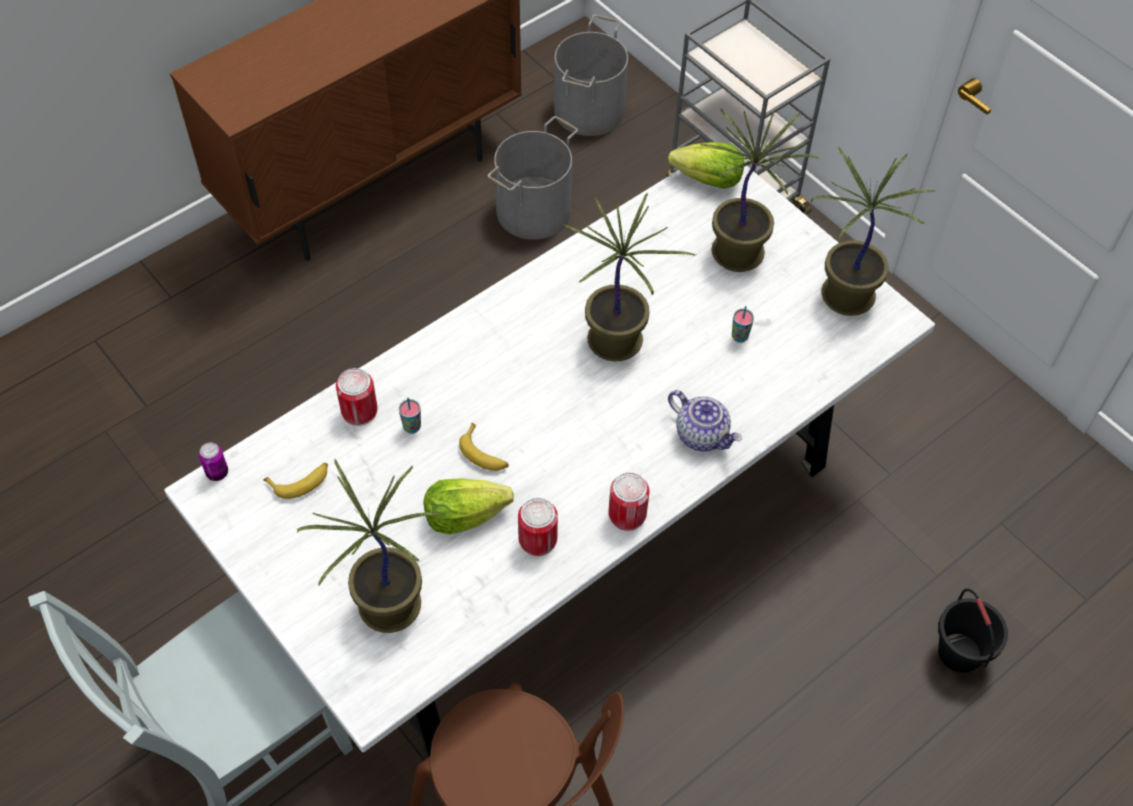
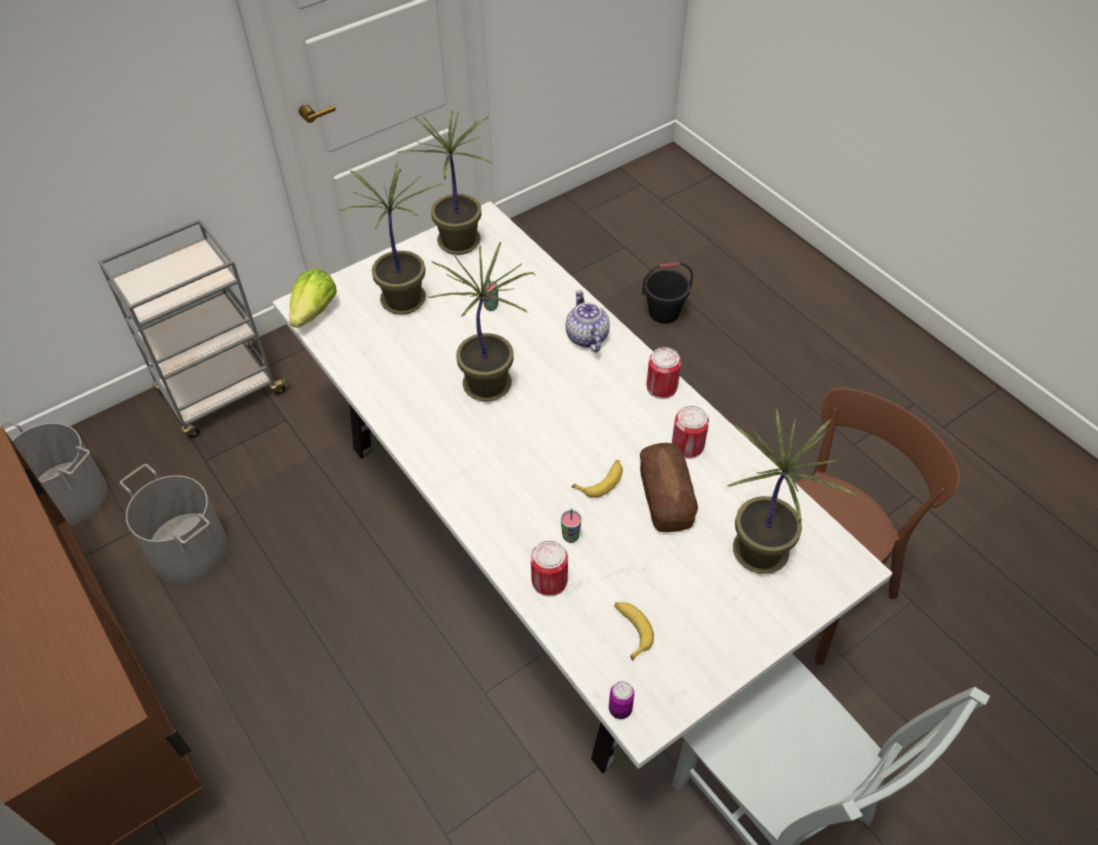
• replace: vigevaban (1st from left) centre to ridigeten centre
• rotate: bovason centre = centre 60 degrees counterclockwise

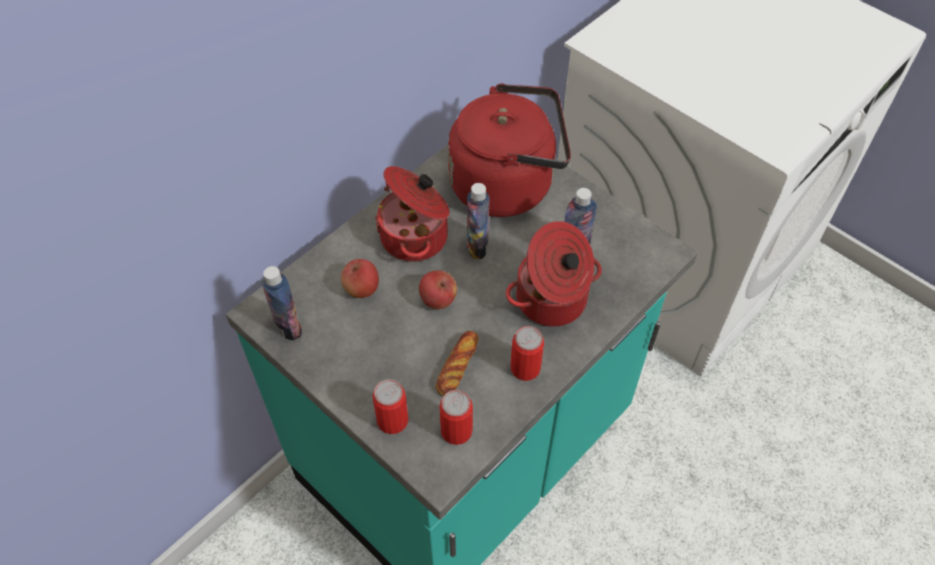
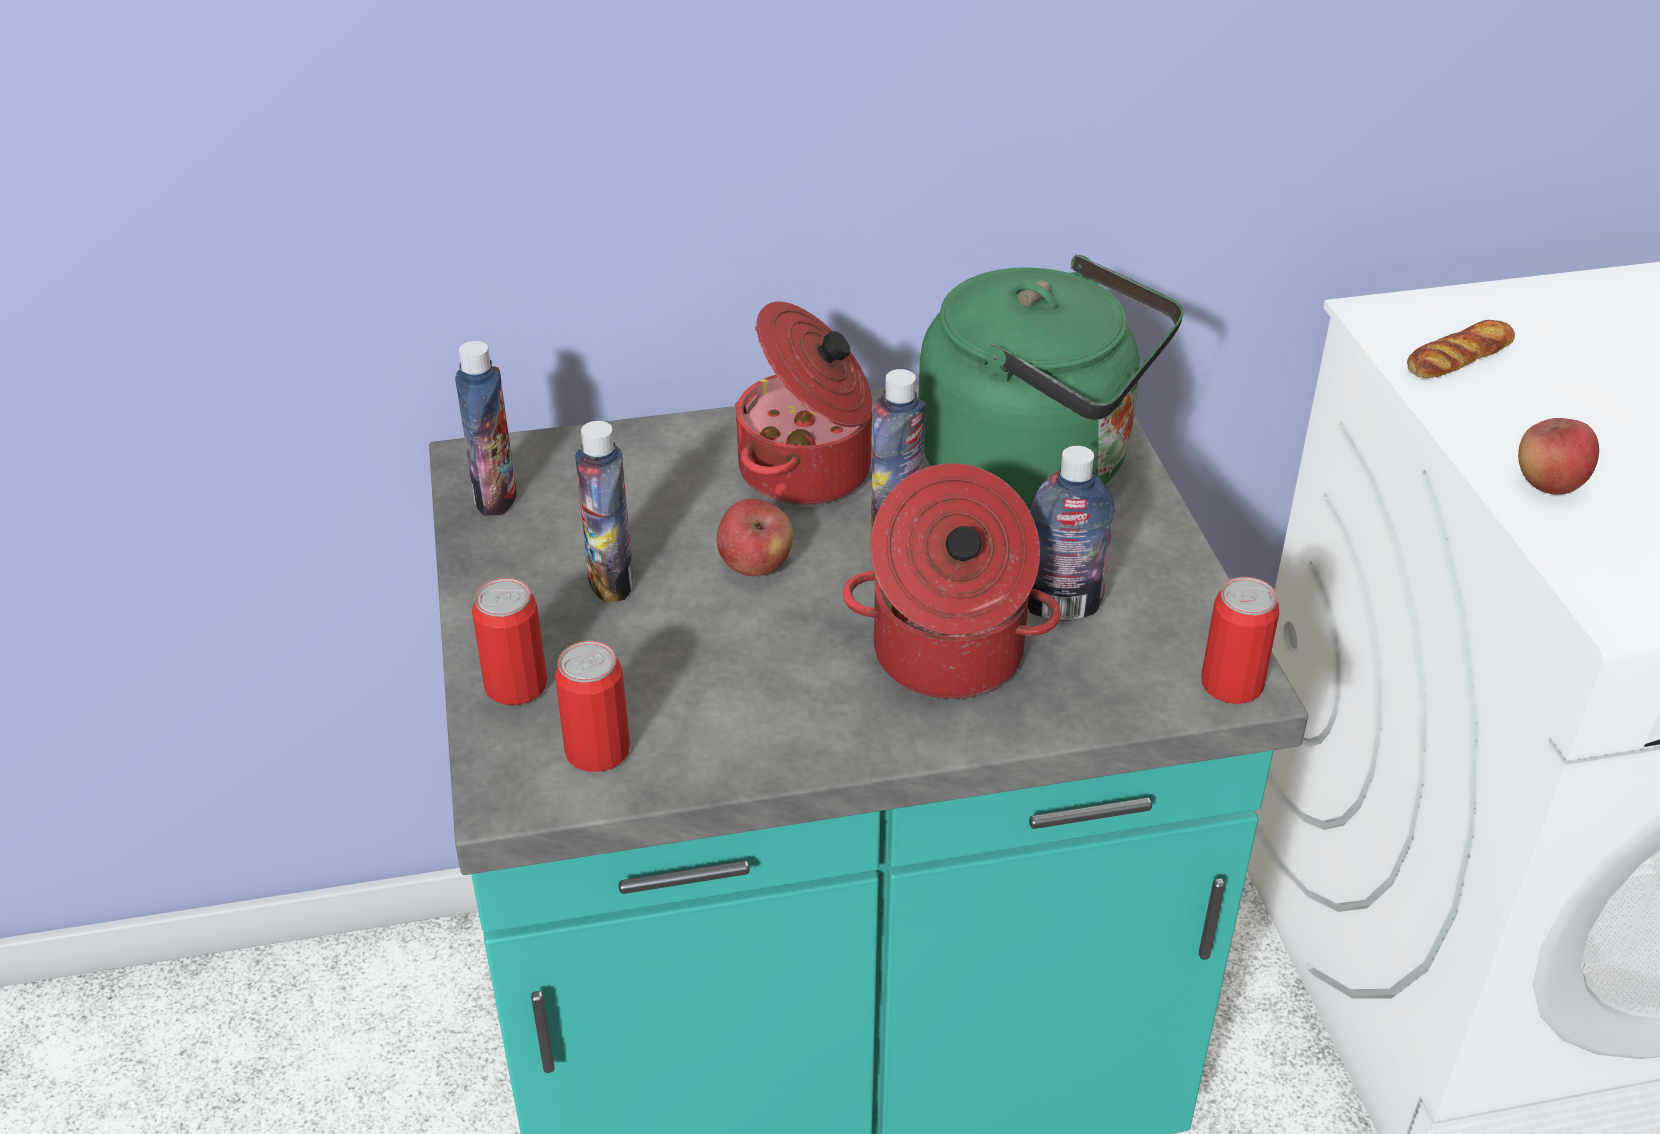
• insert: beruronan (2nd from left) centre
• move: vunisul (1st from left in the first image) centre to vunisul (2nd from left) middle right
• move: ridigeten centre to top right
• move: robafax (3rd from left) centre to middle right
• recolor: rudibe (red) top centre to rudibe (green) centre

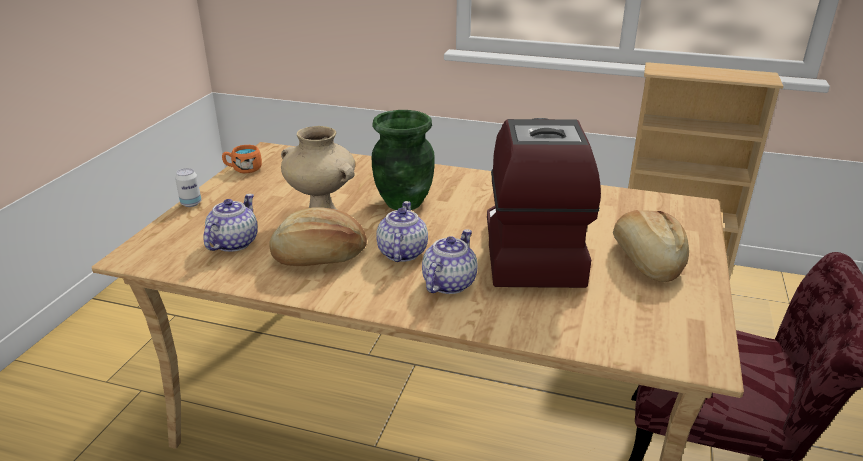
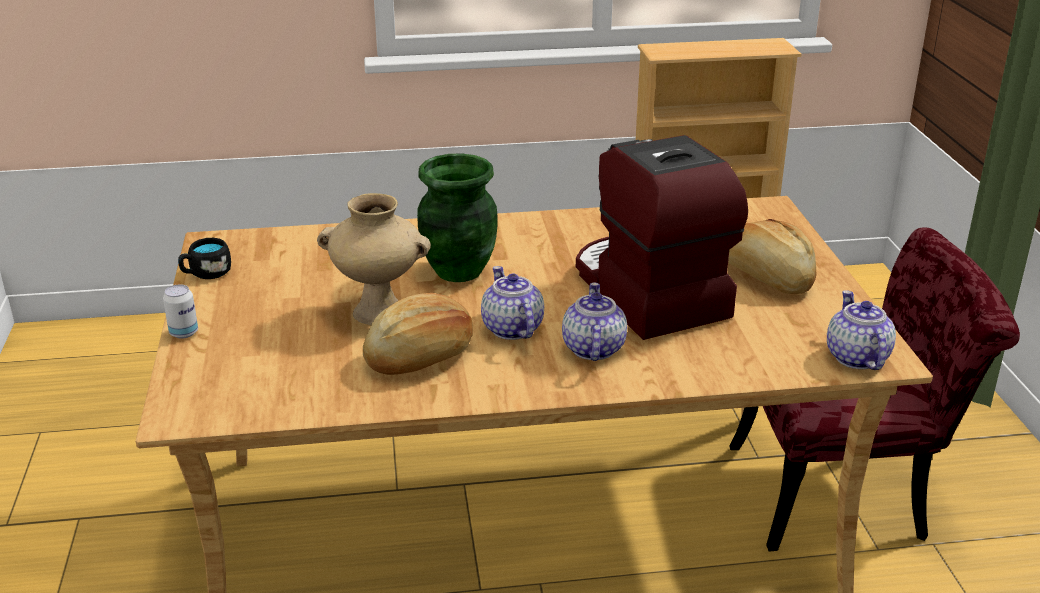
• move: bovason (1st from left in the first image) middle left to bovason (3rd from left) middle right
• recolor: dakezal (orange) middle left to dakezal (black) middle left

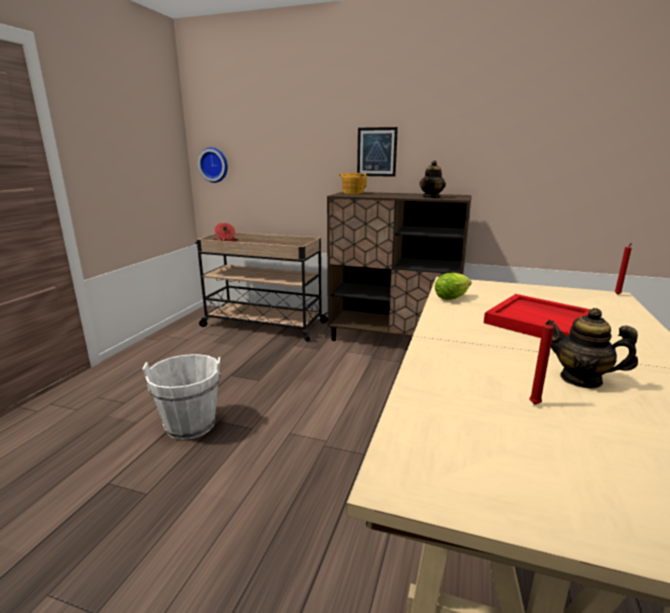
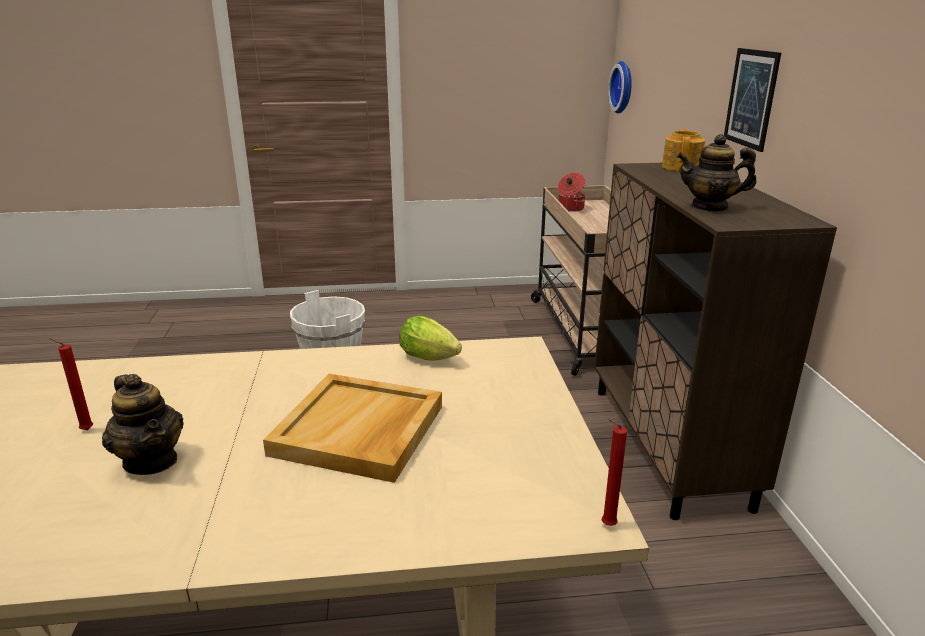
• recolor: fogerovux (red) middle right to fogerovux (beige) bottom centre
• rotate: bovason (3rd from left in the first image) middle right = bottom left 135 degrees clockwise

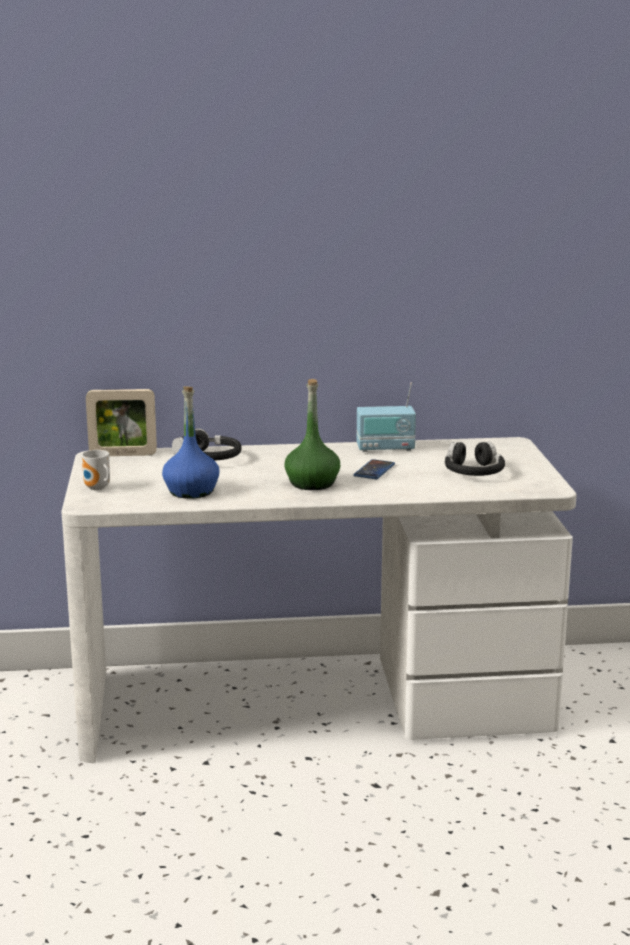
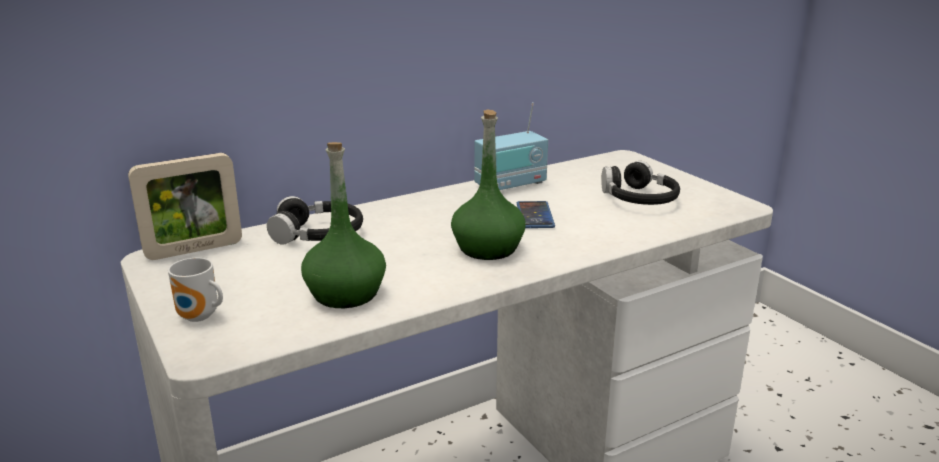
• recolor: beruronan (blue) middle left to beruronan (green) (1st from left) centre

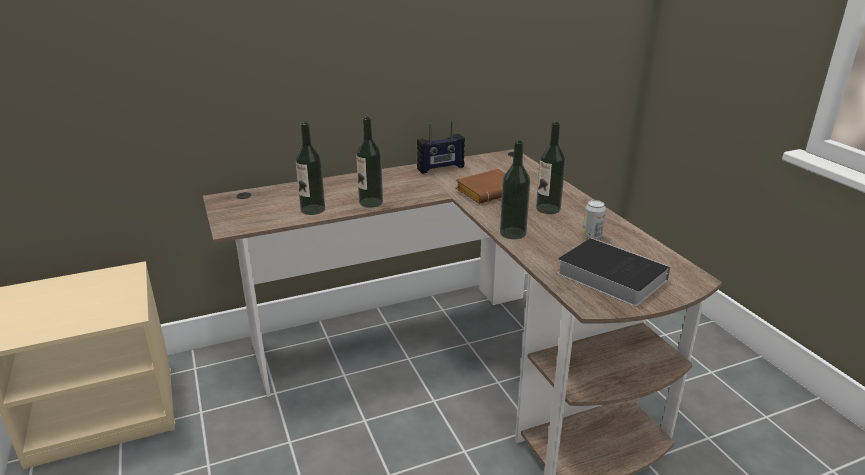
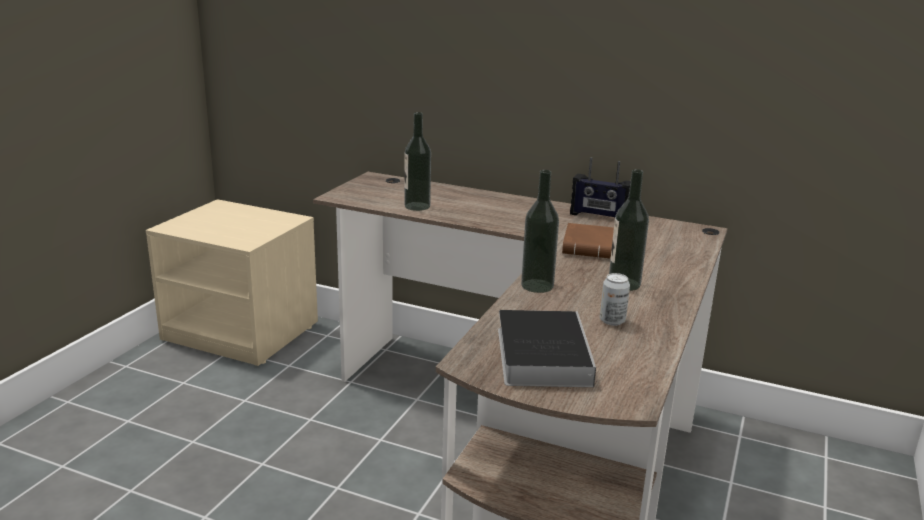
• delete: beruronan (2nd from left) centre

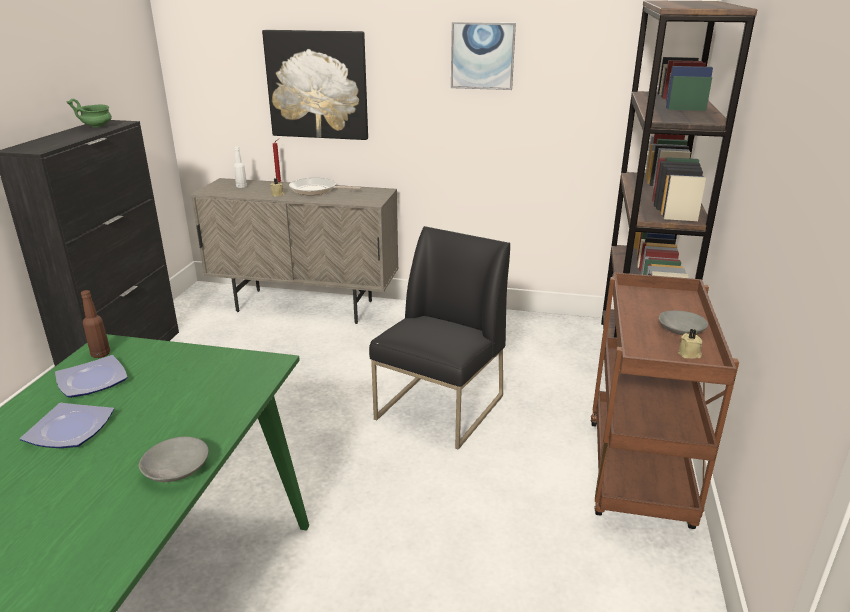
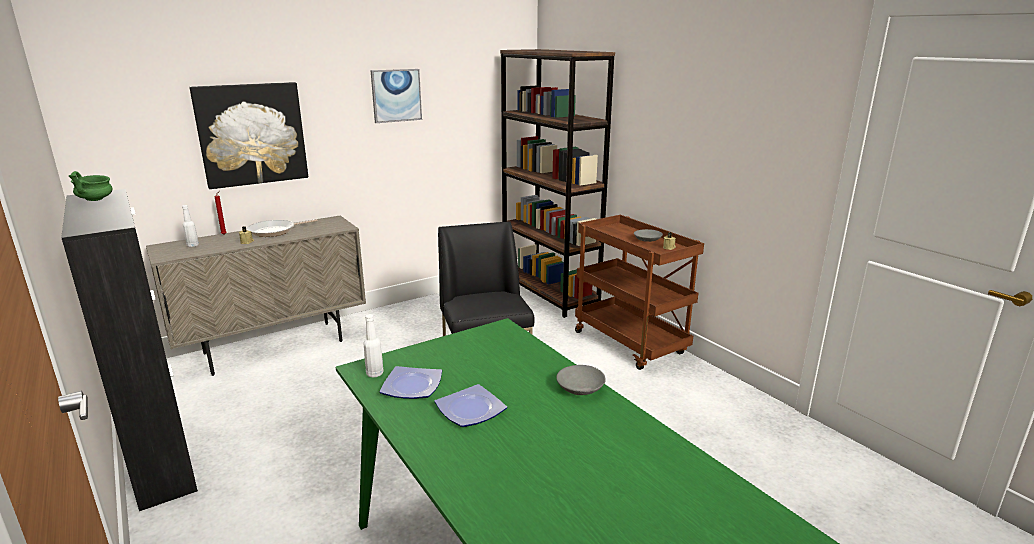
• recolor: beruronan (brown) middle left to beruronan (white) (2nd from left) centre

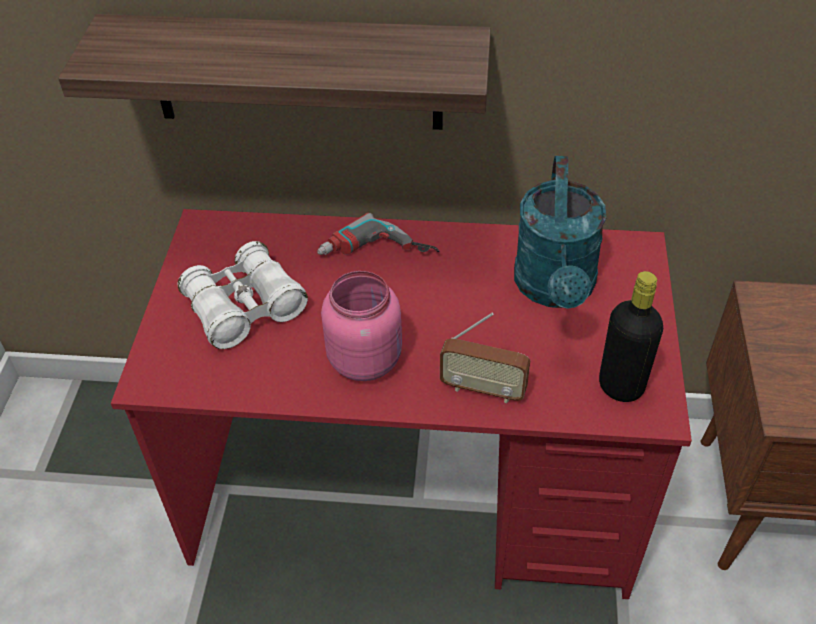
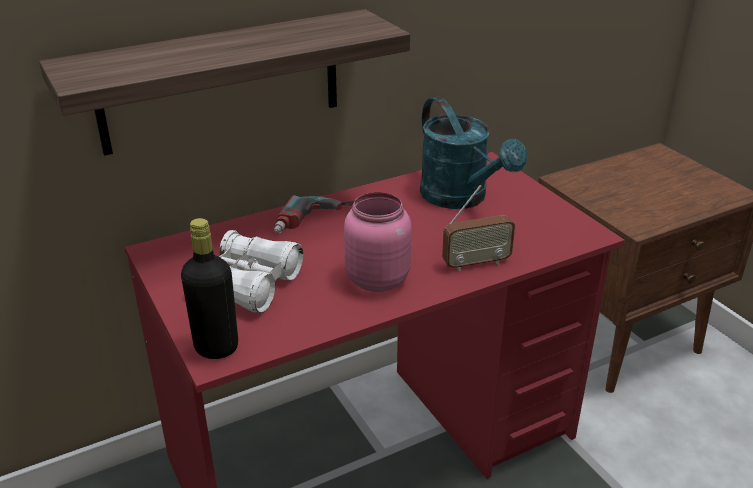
• move: beruronan (black) middle right to middle left

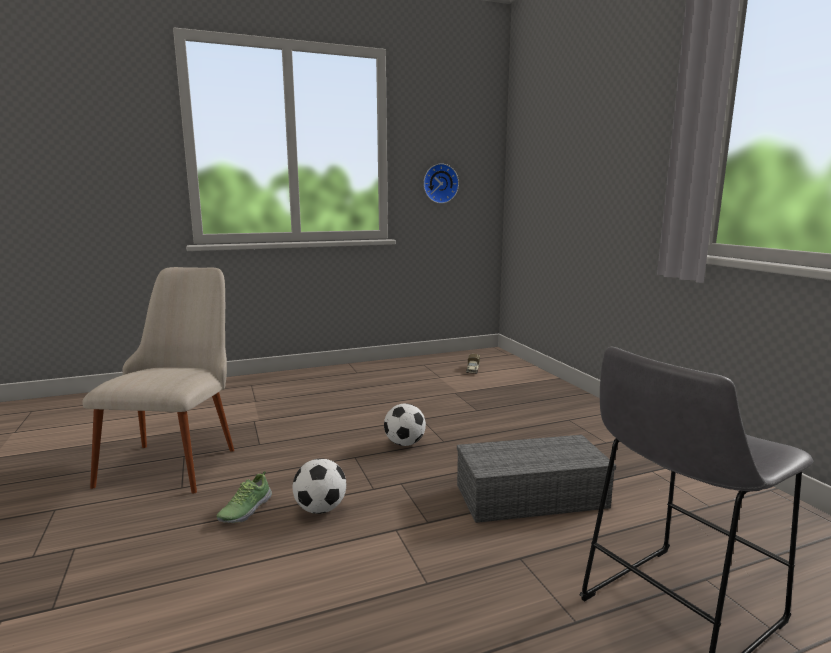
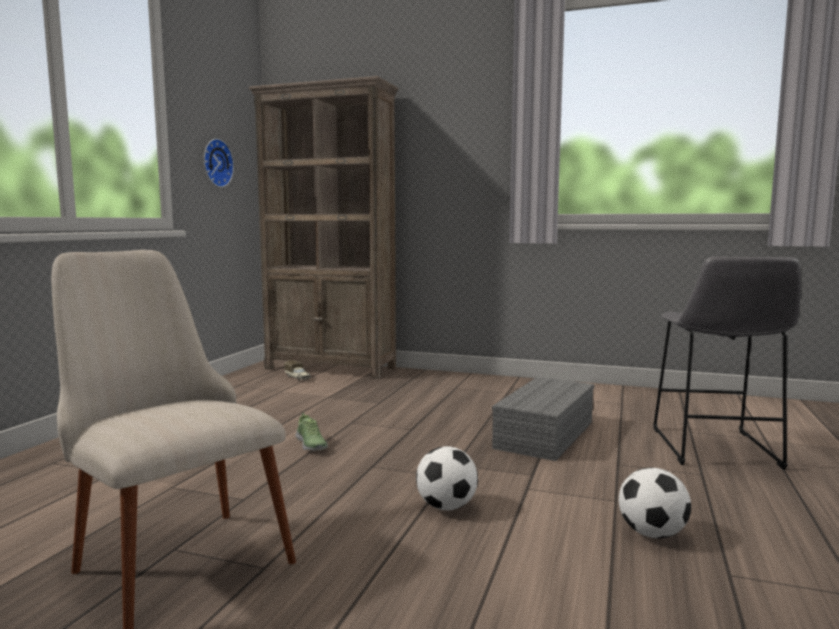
• insert: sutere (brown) centre
• move: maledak bottom left to bottom centre
• move: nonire (2nd from left) centre to bottom right

